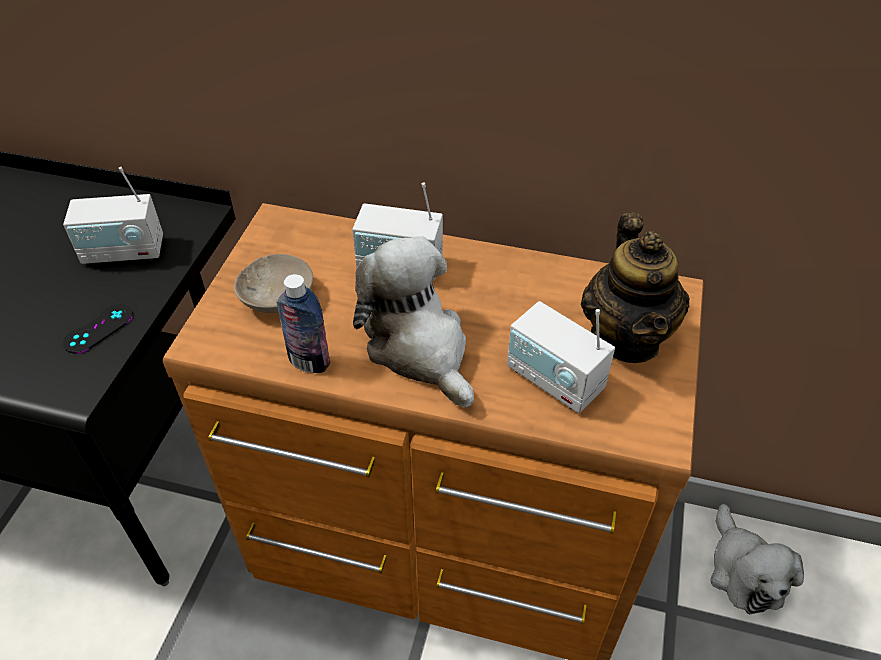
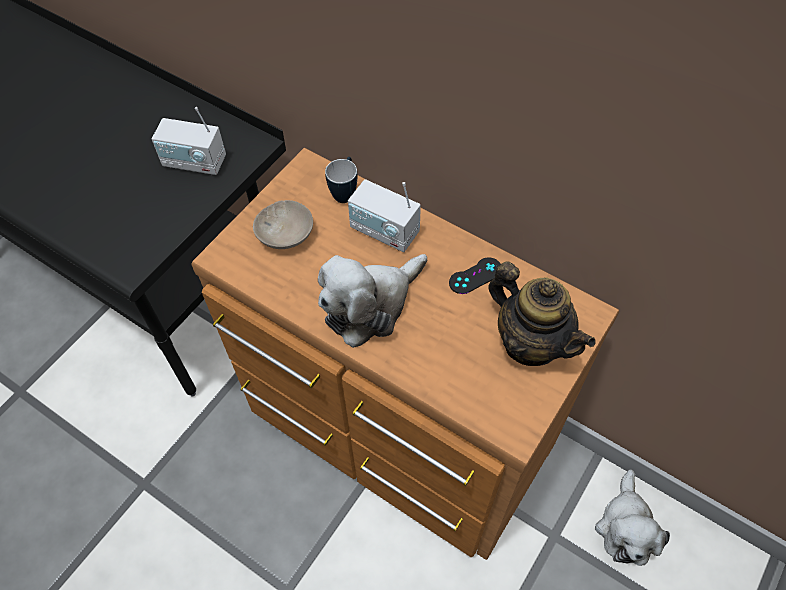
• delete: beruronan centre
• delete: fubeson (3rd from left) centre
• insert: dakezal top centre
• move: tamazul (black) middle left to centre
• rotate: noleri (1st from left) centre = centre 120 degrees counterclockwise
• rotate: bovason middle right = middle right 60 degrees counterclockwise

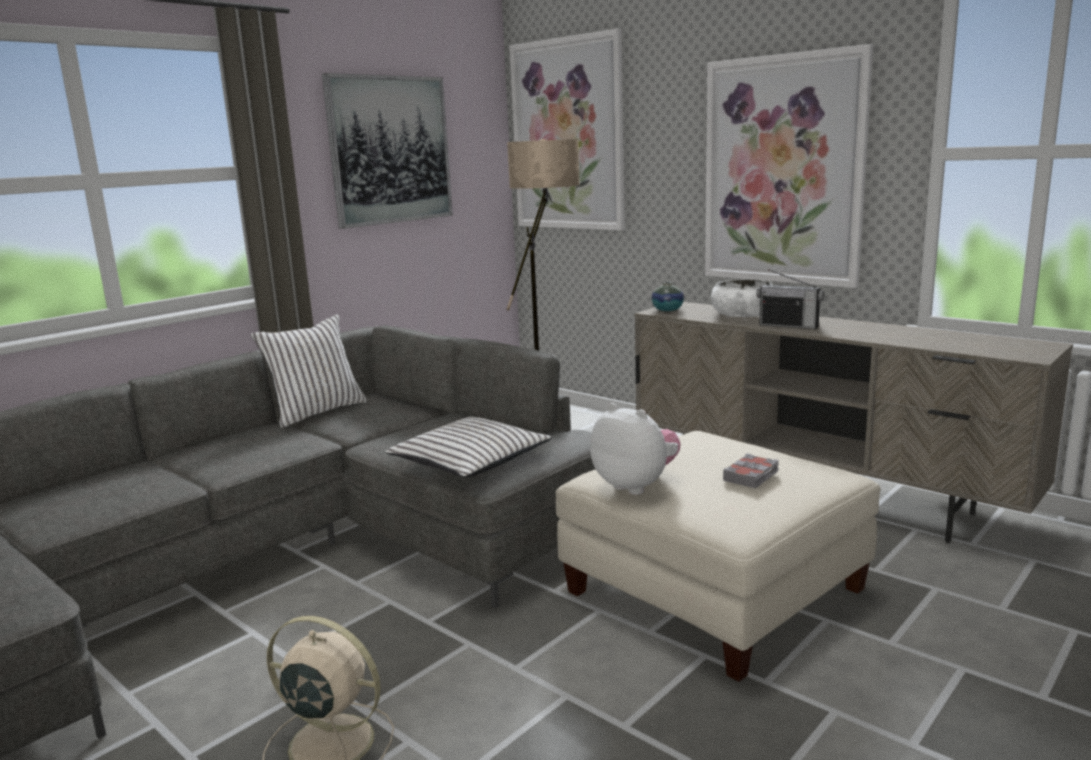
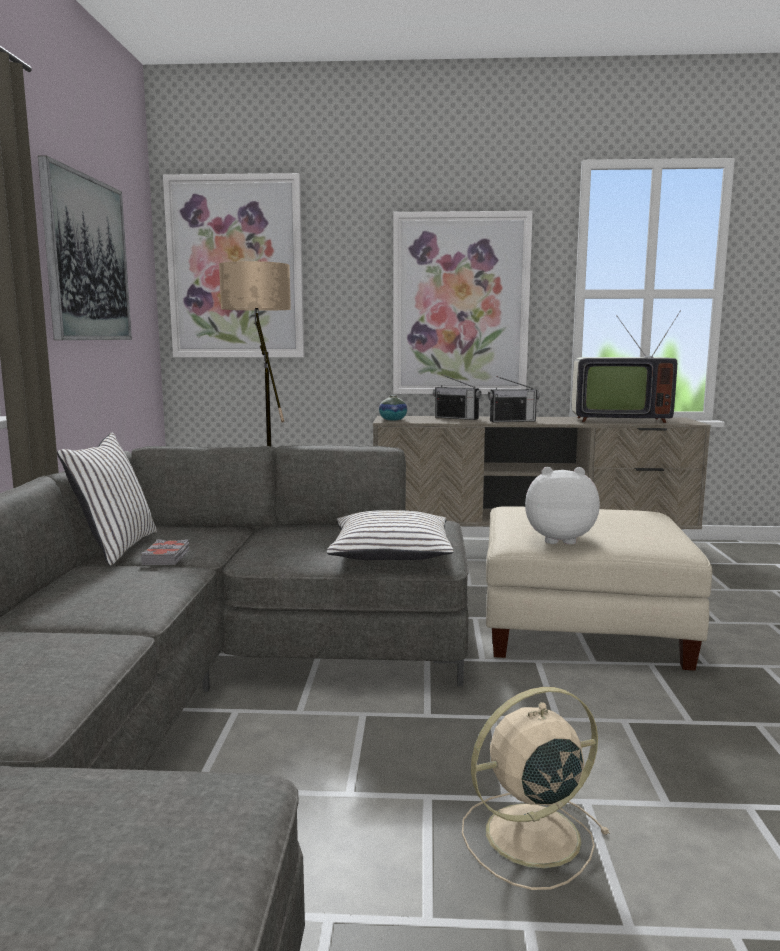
• insert: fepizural middle right
• move: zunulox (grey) middle right to middle left
• replace: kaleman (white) middle right to fubeson (1st from left) centre

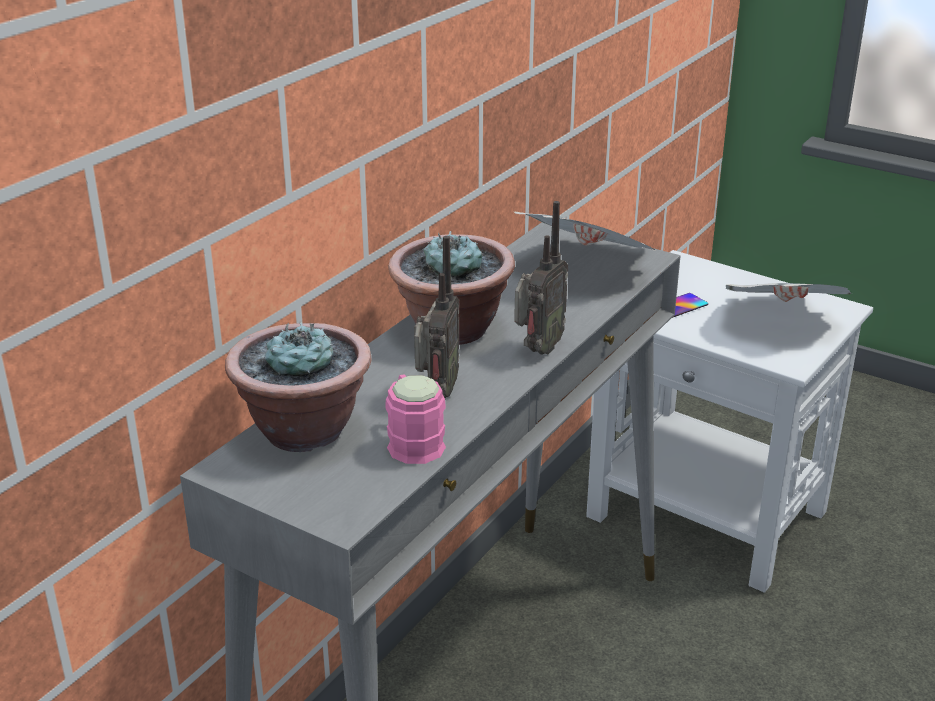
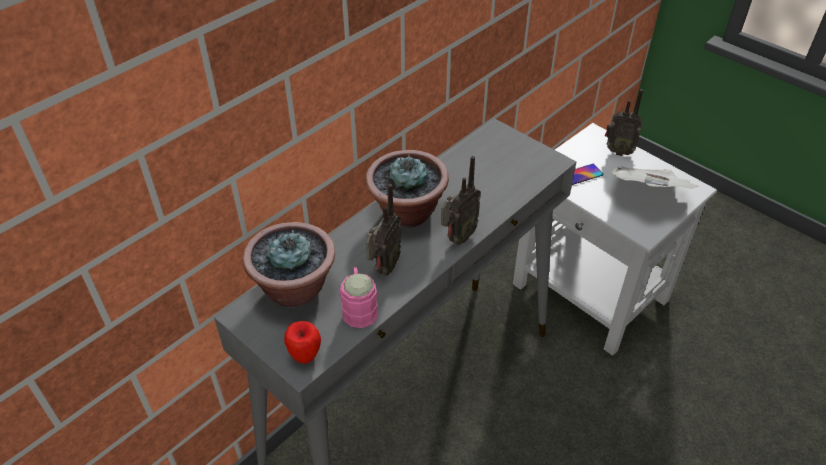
• delete: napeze (1st from left) top centre
• insert: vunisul bottom centre
• insert: fubeson (3rd from left) top right

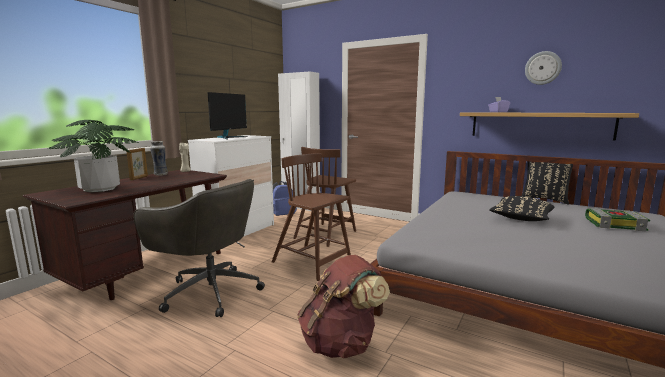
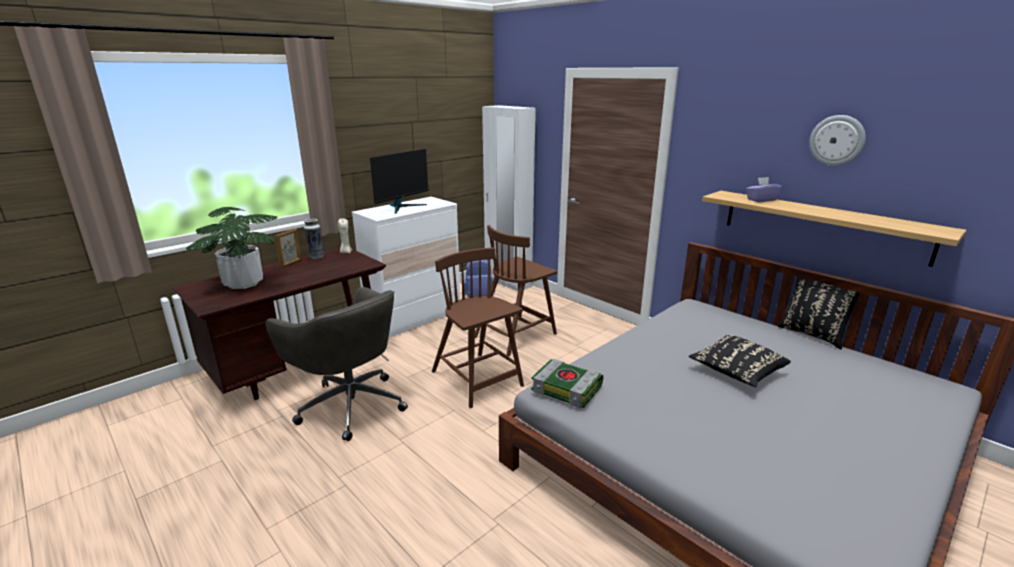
• delete: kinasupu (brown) bottom centre
• move: zunulox middle right to bottom centre

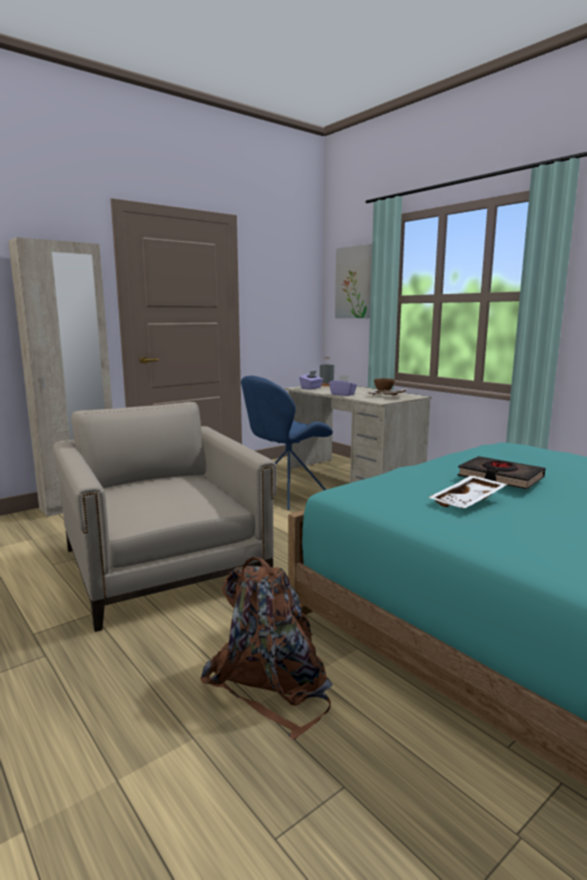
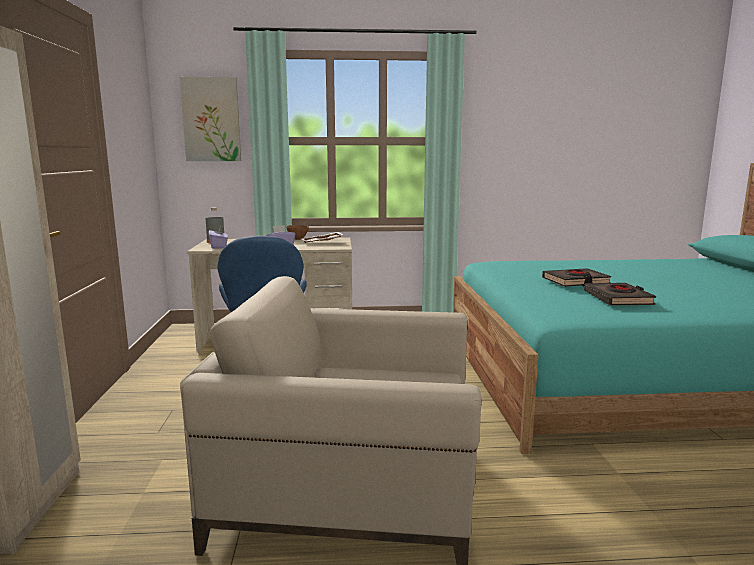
• delete: kinasupu (brown) bottom centre
• replace: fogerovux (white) (2nd from left) middle right to zunulox (black) (2nd from left) middle right

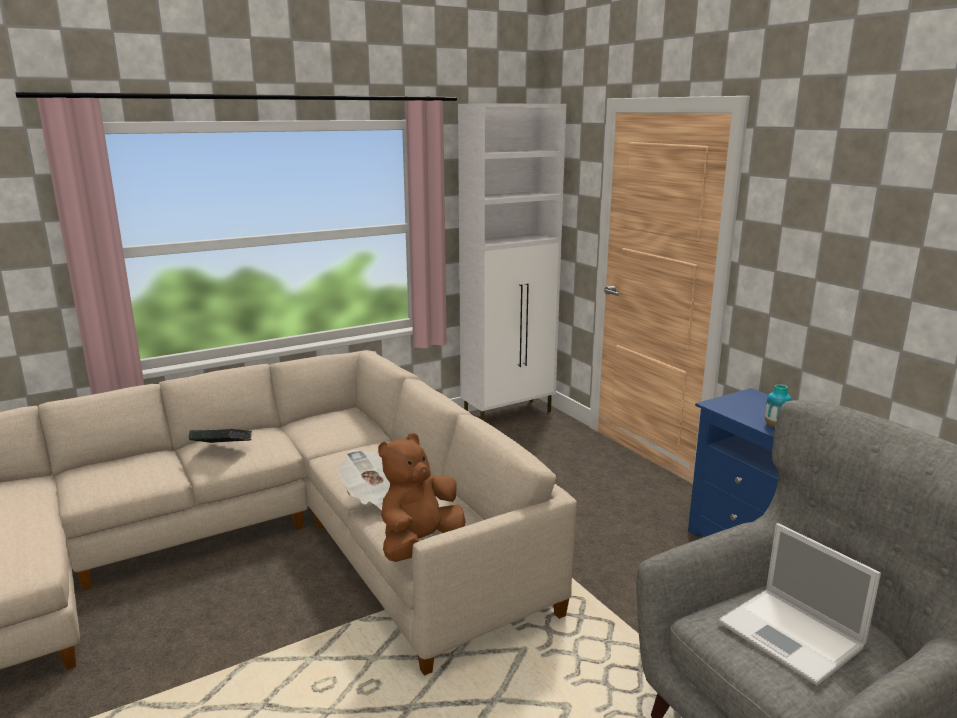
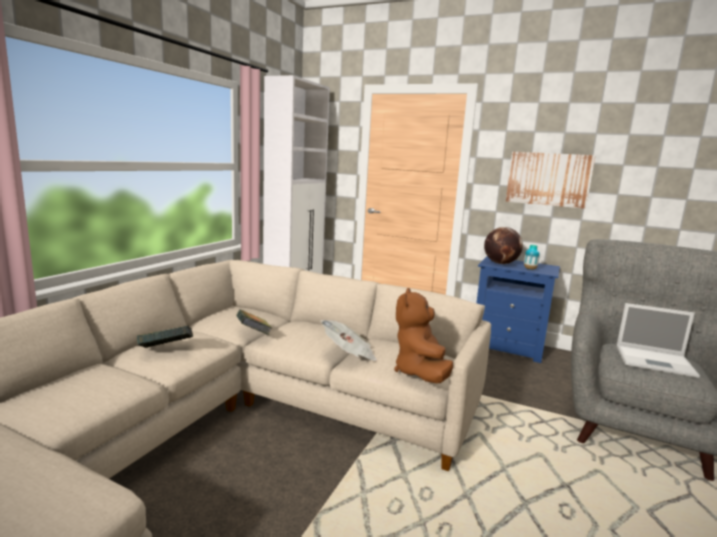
• insert: zunulox (2nd from left) centre
• insert: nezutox middle right
• insert: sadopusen middle right

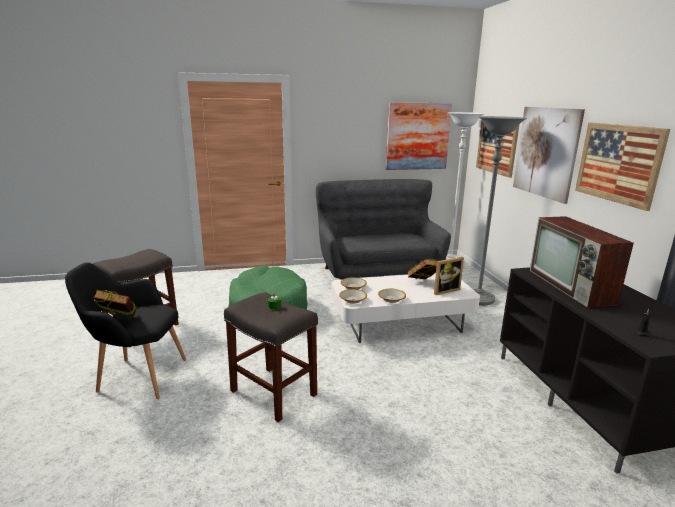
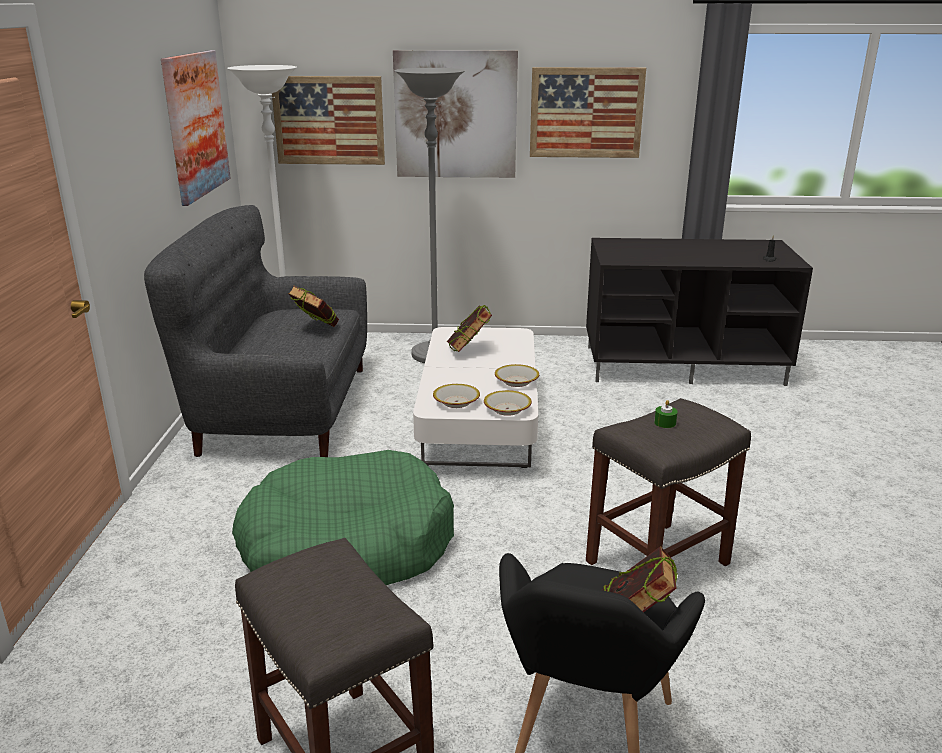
• delete: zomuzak centre
• delete: fepizural middle right
• insert: zunulox (1st from left) middle left

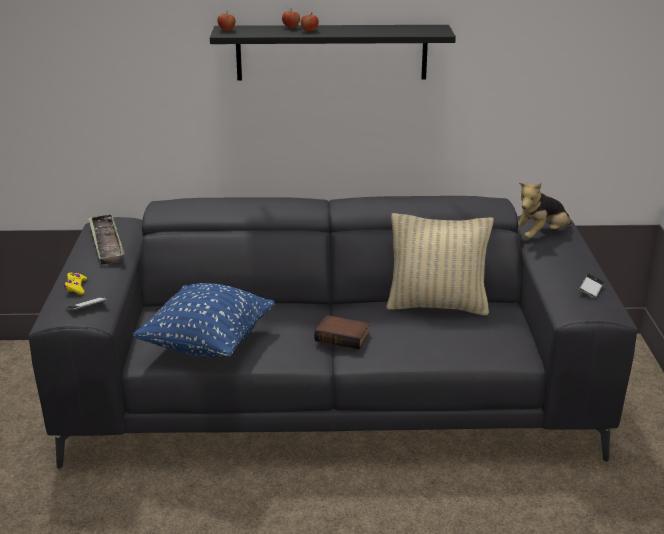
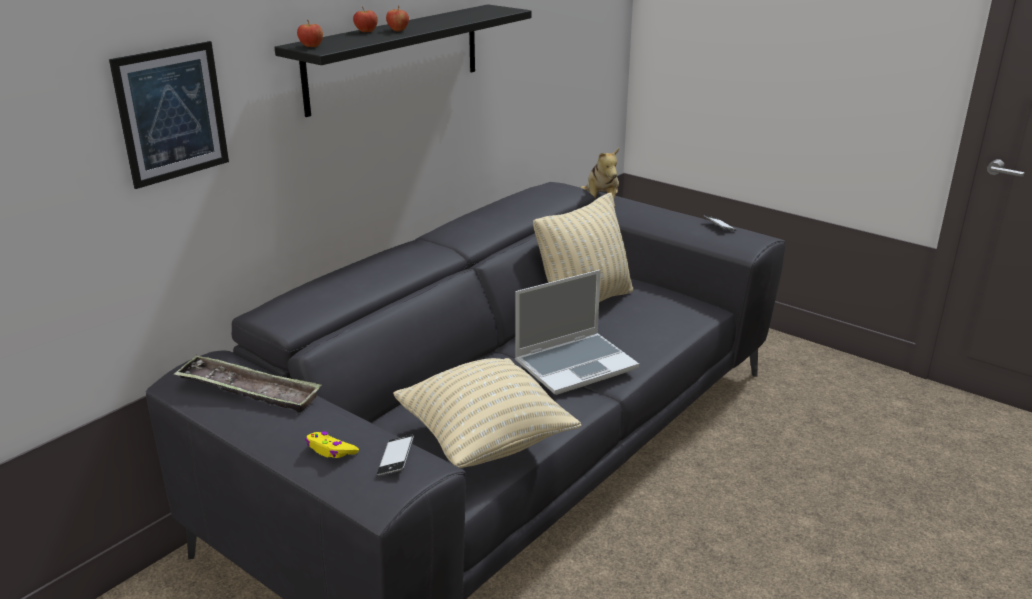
• insert: sadopusen top left
• replace: zunulox centre to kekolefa centre
• recolor: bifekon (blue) middle left to bifekon (beige) (1st from left) bottom centre

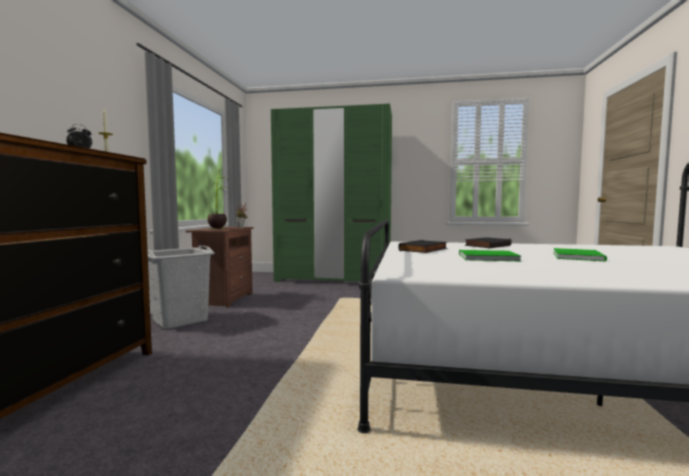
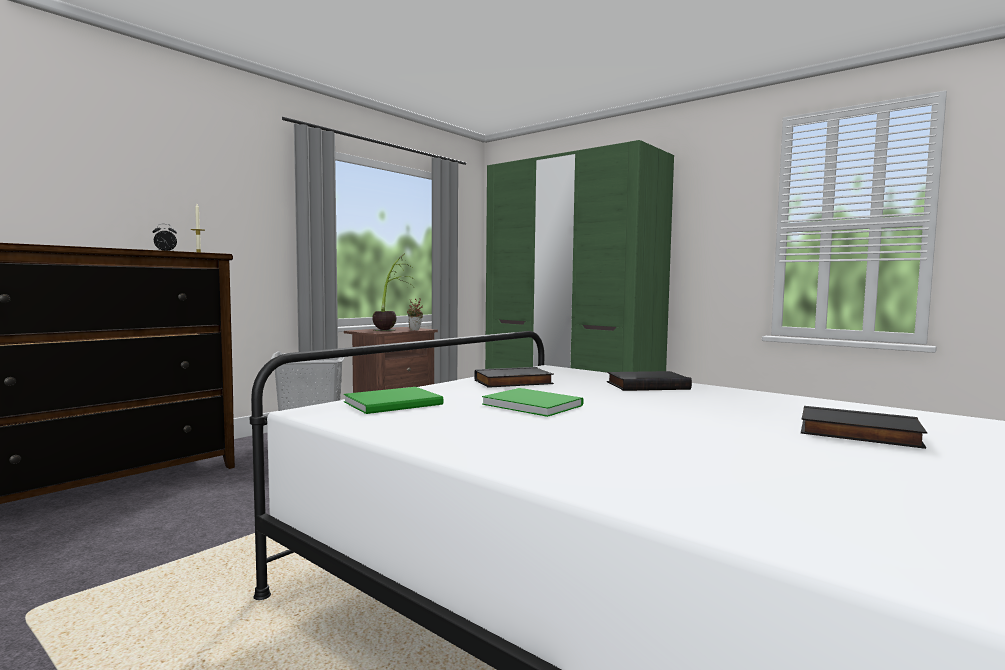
• insert: zunulox (black) (3rd from left) middle right
• move: zunulox (green) (2nd from left in the first image) middle right to zunulox (green) (1st from left) centre

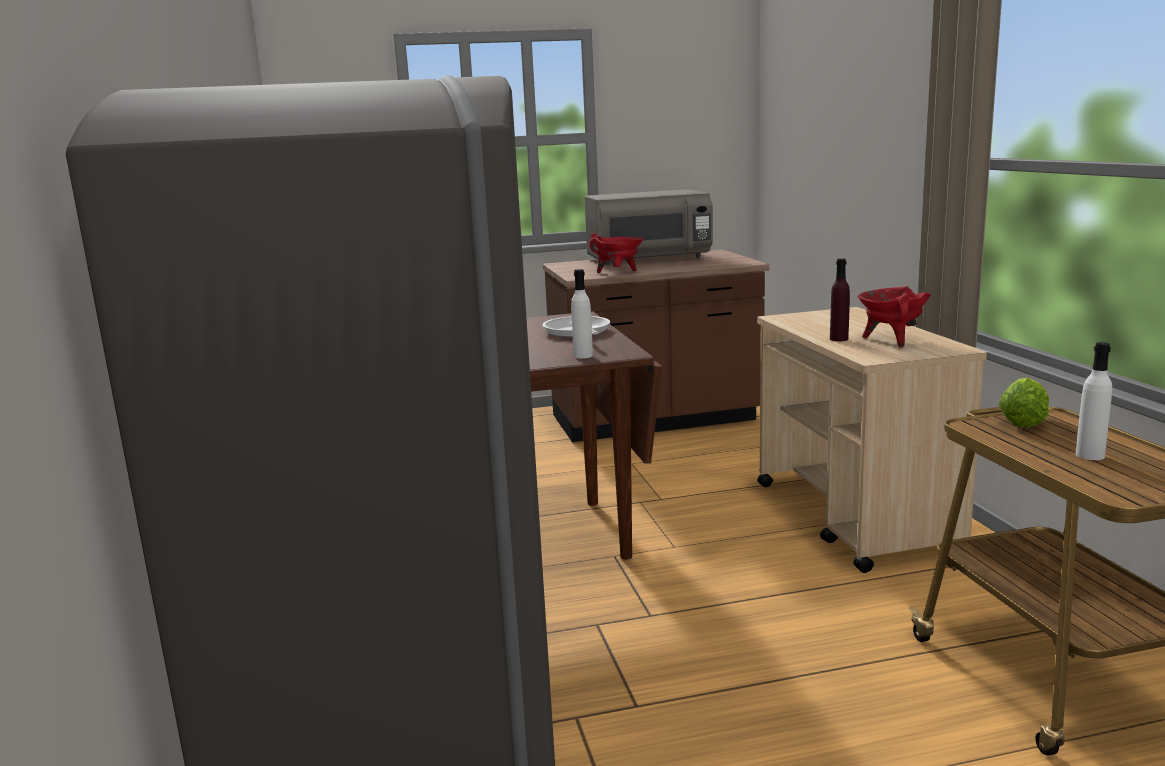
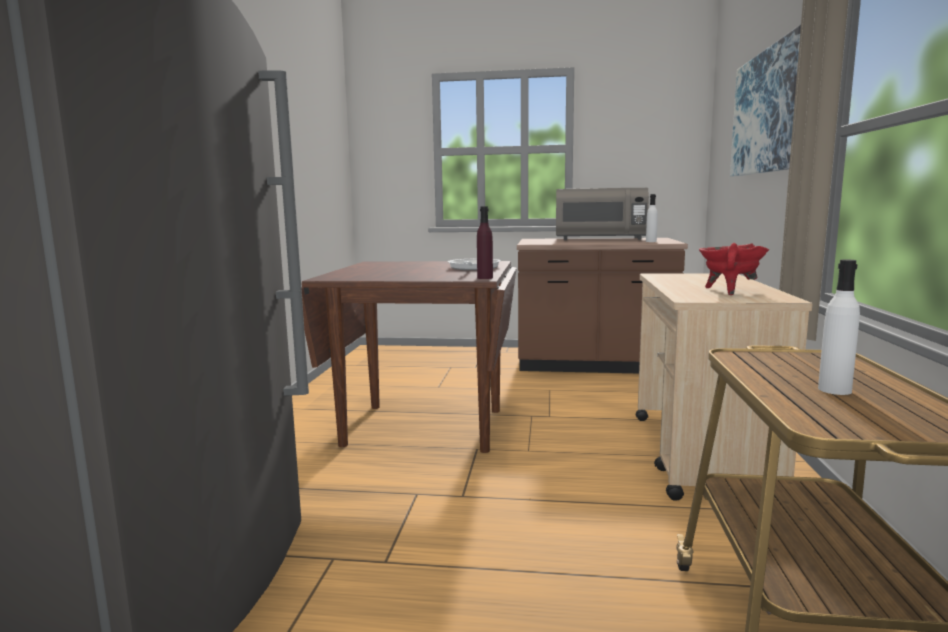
• delete: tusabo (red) (1st from left) top centre
• delete: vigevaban middle right
• insert: sadopusen top right
• move: beruronan (white) (1st from left) centre to middle right
• move: beruronan (purple) middle right to centre

